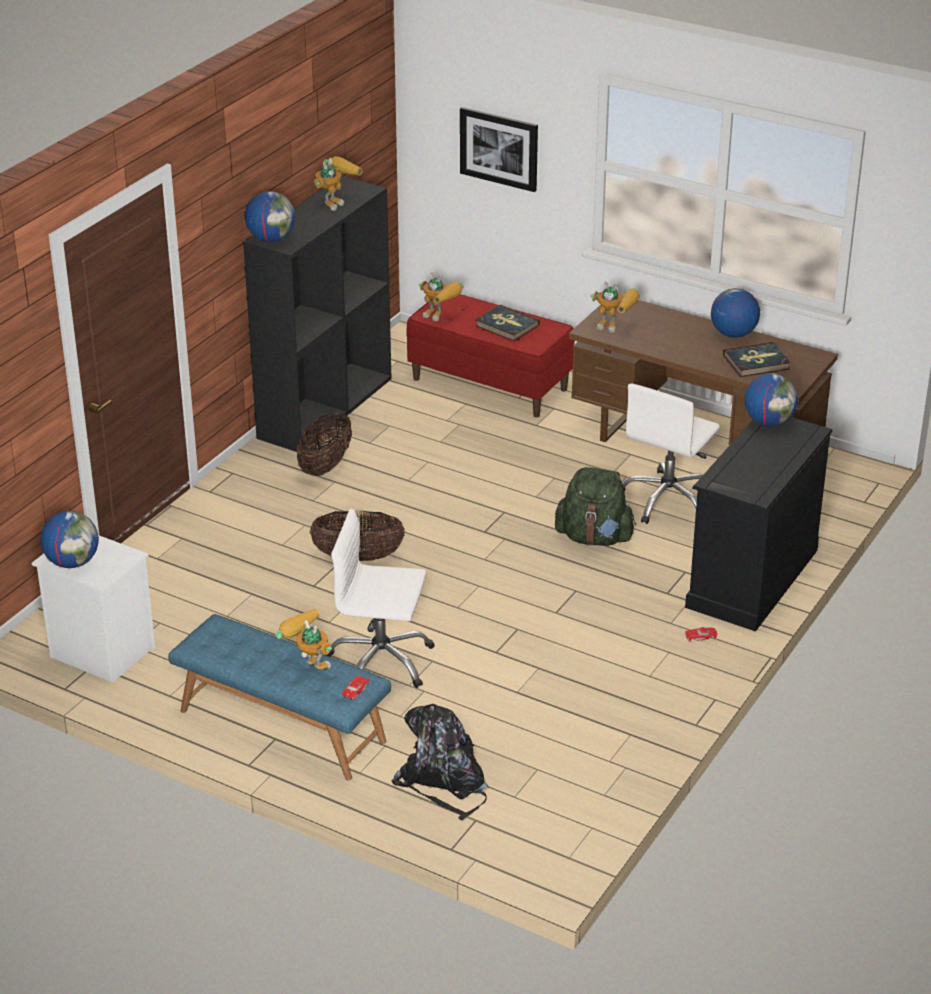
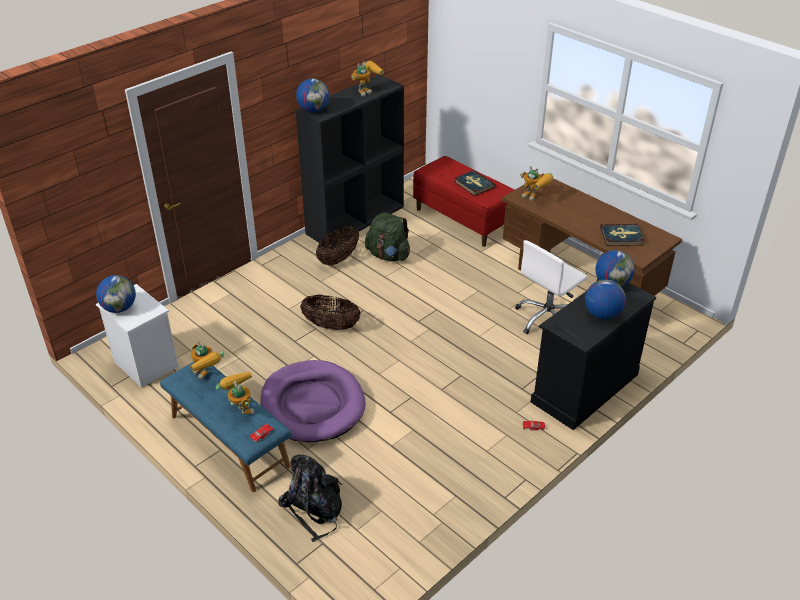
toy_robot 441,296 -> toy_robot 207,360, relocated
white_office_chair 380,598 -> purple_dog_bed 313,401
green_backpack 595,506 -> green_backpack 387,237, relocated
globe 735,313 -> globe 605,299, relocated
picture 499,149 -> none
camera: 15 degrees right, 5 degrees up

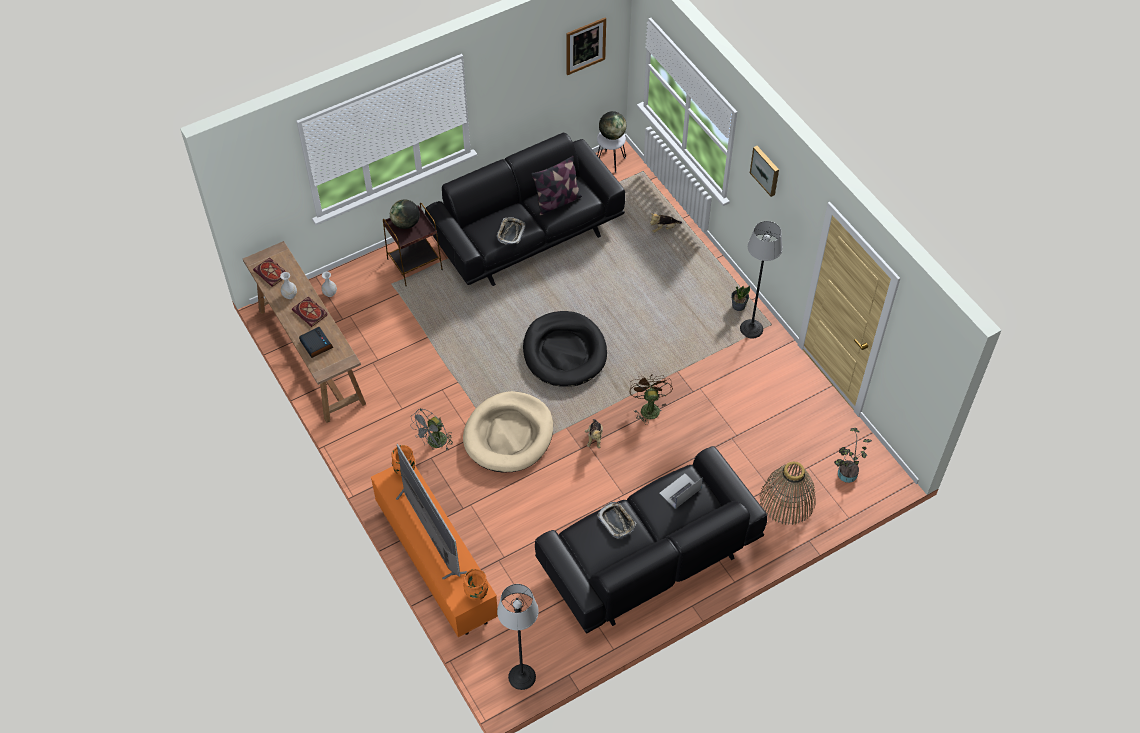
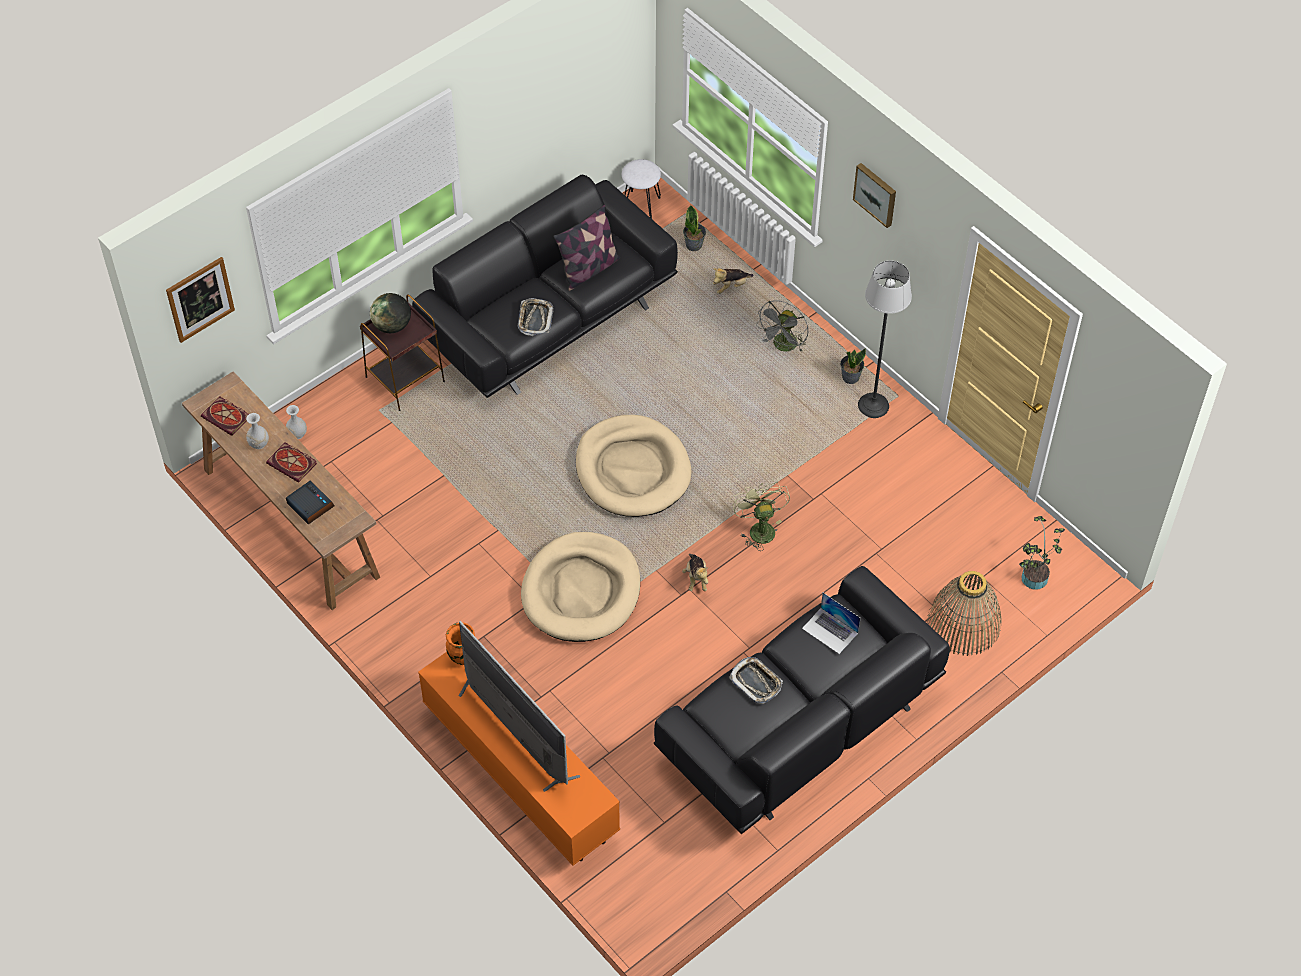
picture 586,46 -> picture 200,300, relocated
black_dog_bed 565,349 -> beige_dog_bed 633,466
none -> potted_plant 694,228
brown_fan 651,399 -> green_fan 761,516
grey_fan 431,429 -> grey_fan 782,326, relocated
laptop 681,491 -> laptop 831,623, 90 degrees counterclockwise
orange_vase 475,584 -> none
floor_lamp 518,637 -> none
globe 612,125 -> none
camera: 10 degrees left, 0 degrees up

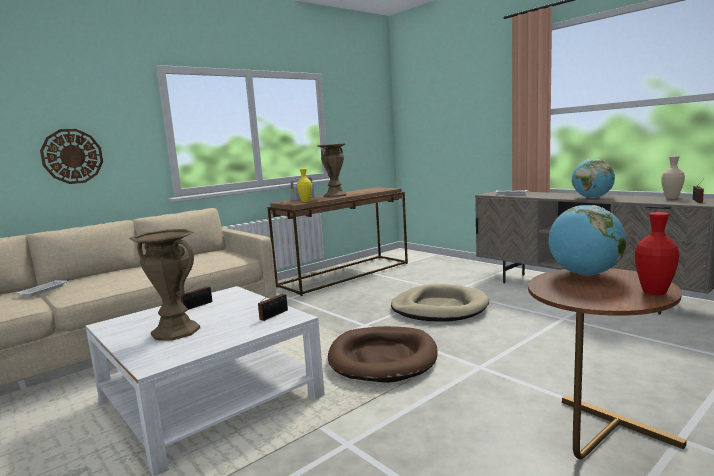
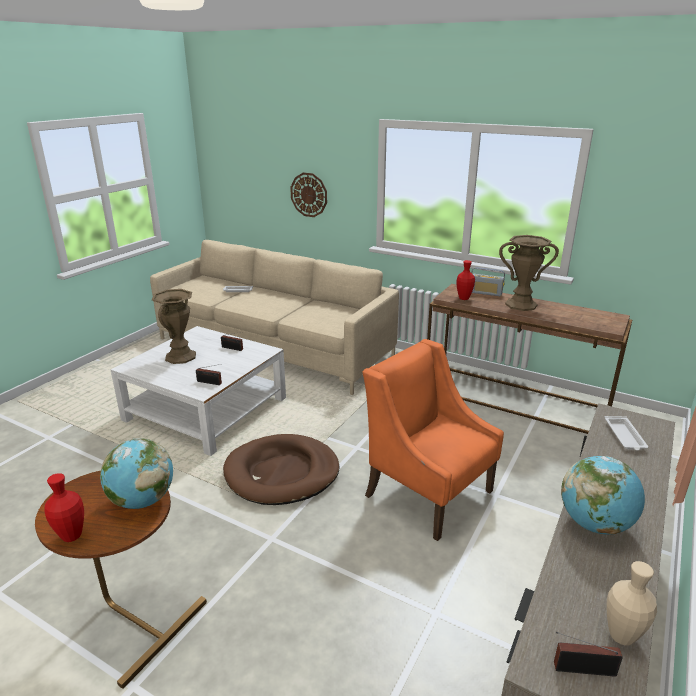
beige_dog_bed 440,302 -> orange_armchair 433,440
yellow_vase 304,185 -> red_vase 465,280
camera: 70 degrees right, 15 degrees up

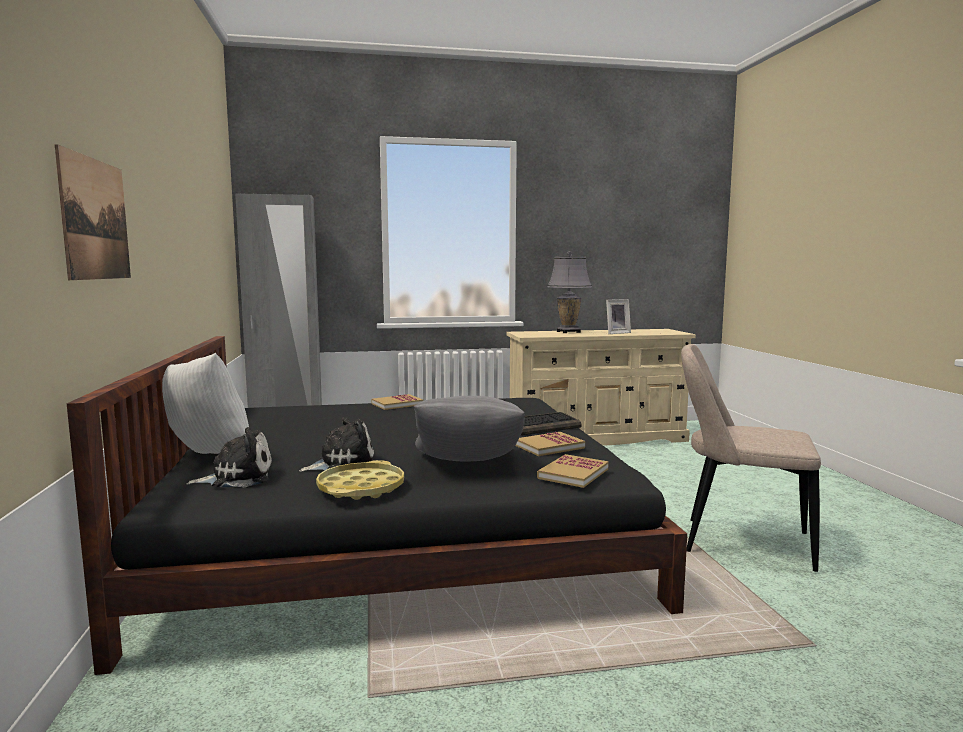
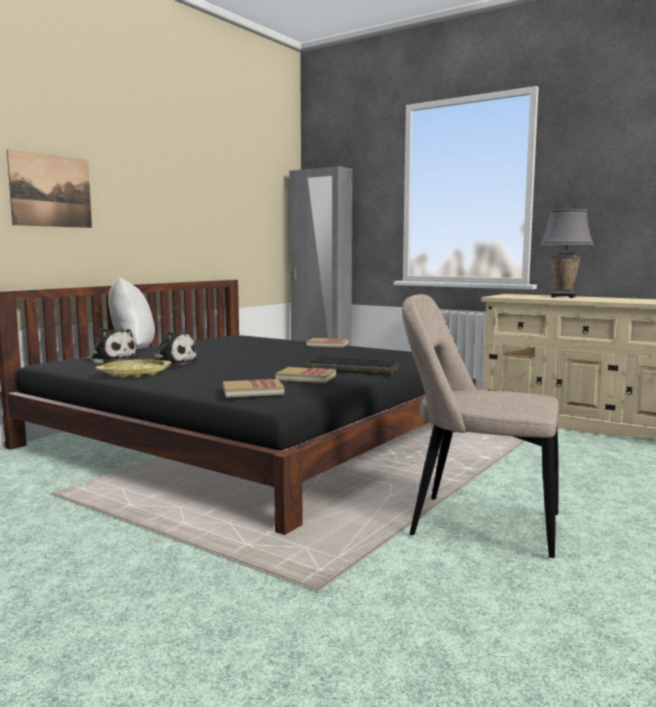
beige_chair 751,458 -> beige_chair 480,426, 45 degrees counterclockwise
grey_pillow 469,428 -> none
picture_frame 618,316 -> none
camera: 45 degrees right, 0 degrees up

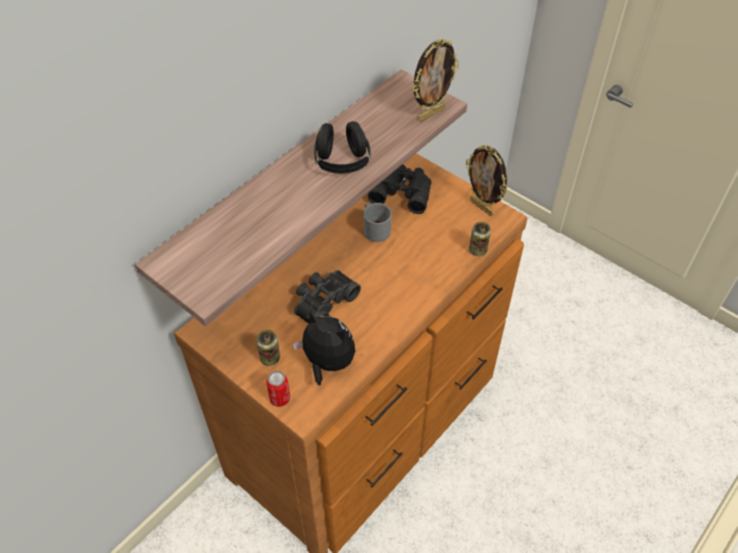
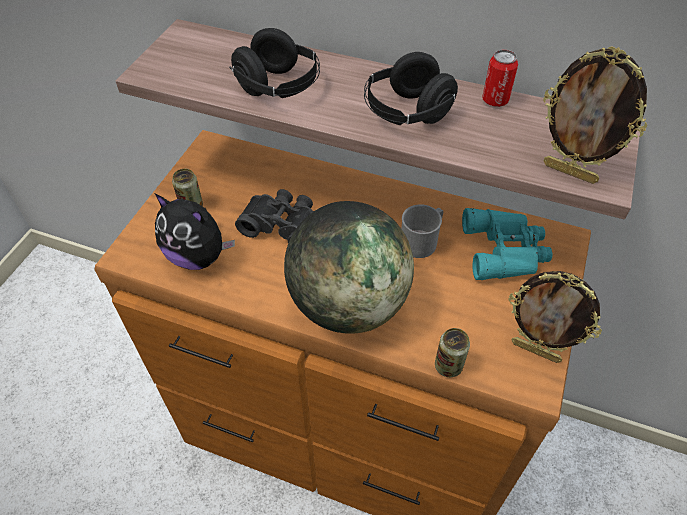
plush_toy 324,348 -> plush_toy 194,231, 105 degrees clockwise
none -> black_headphones 274,63
none -> globe 349,267
black_binoculars 399,189 -> turquoise_binoculars 507,244
can 278,389 -> can 500,78, relocated
picture_frame 486,180 -> picture_frame 555,317, 90 degrees counterclockwise
camera: 70 degrees right, 0 degrees up

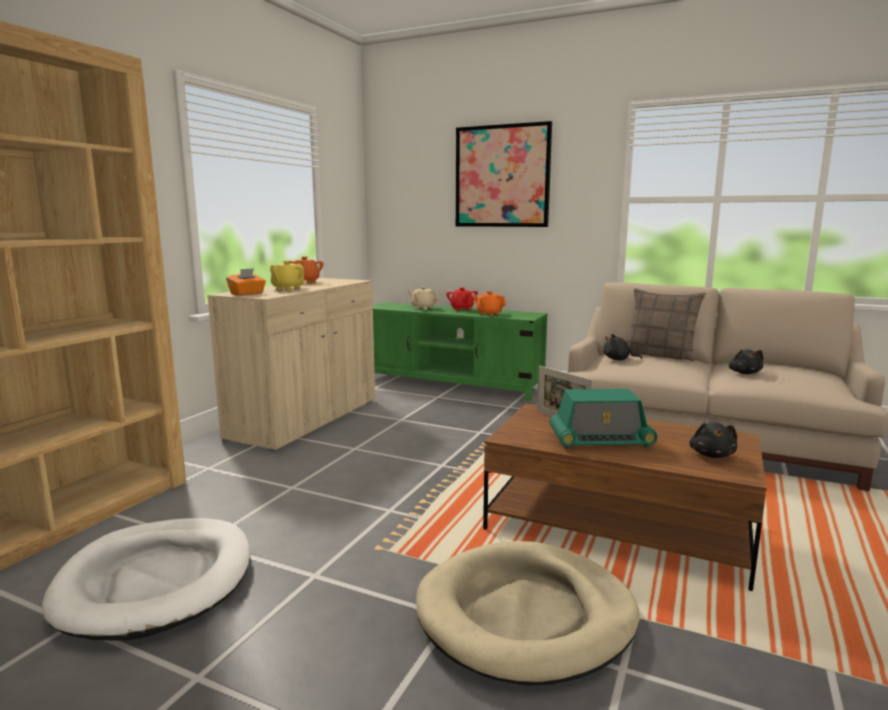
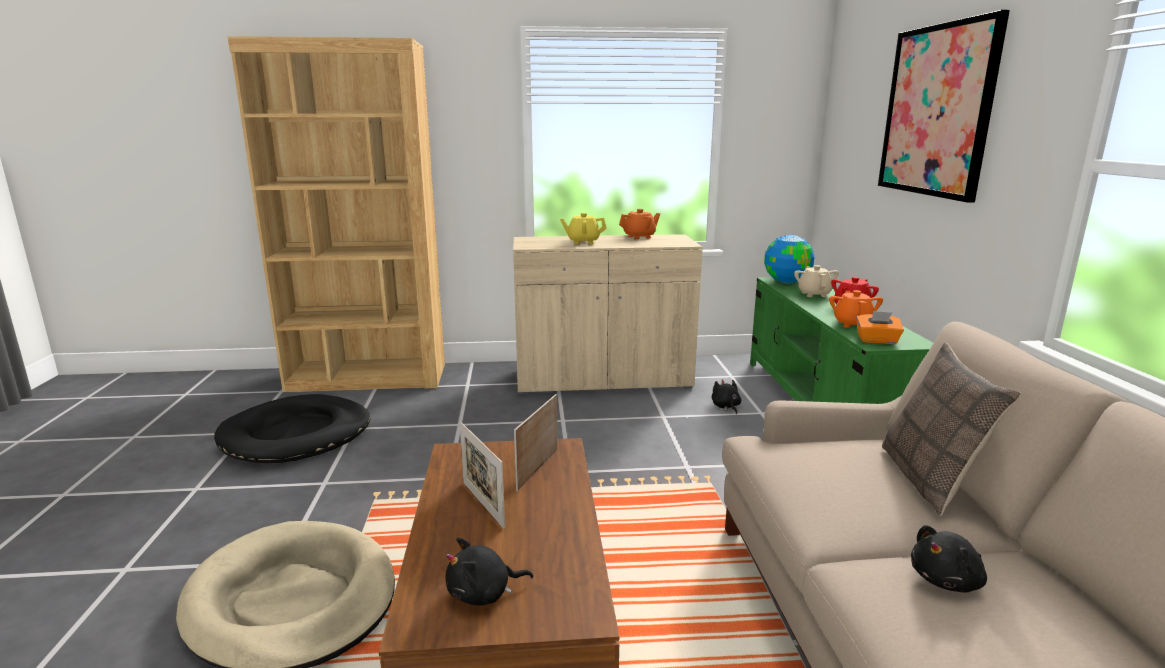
white_dog_bed 146,579 -> black_dog_bed 292,428
radio 603,418 -> picture_frame 482,475
black_plush_toy 622,347 -> black_plush_toy 726,397, relocated
none -> globe 789,259
orange_tissue_box 246,282 -> orange_tissue_box 880,327, relocated
camera: 60 degrees right, 5 degrees up

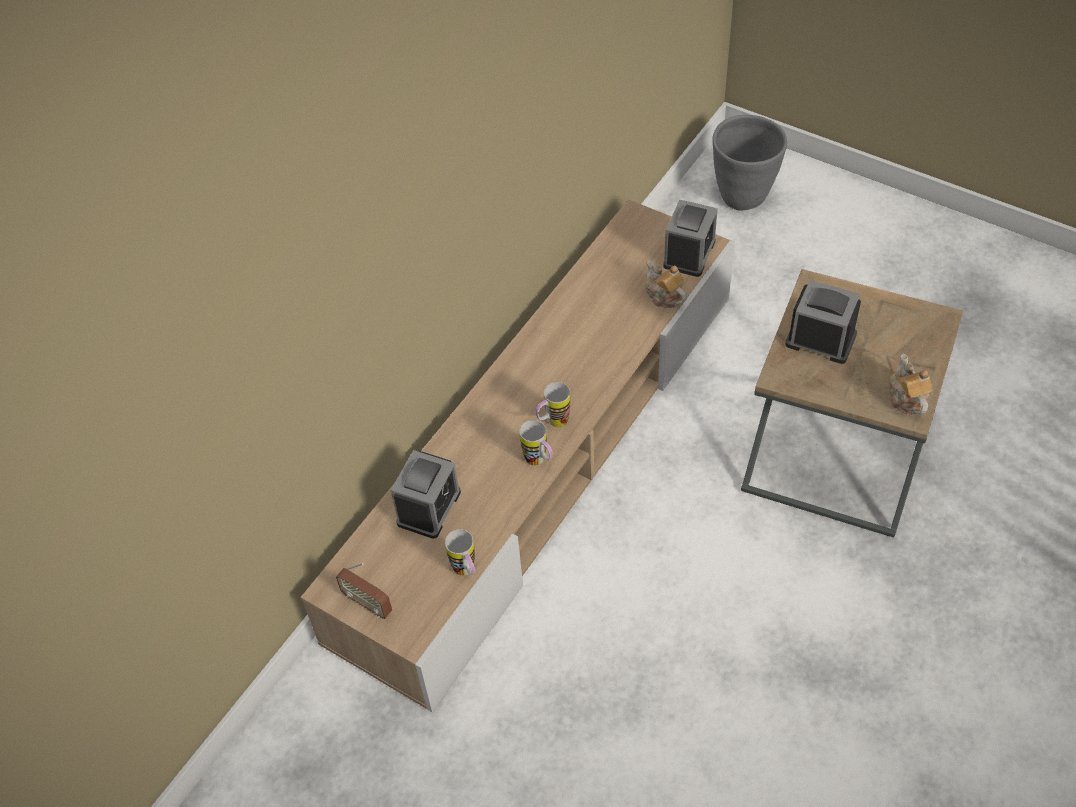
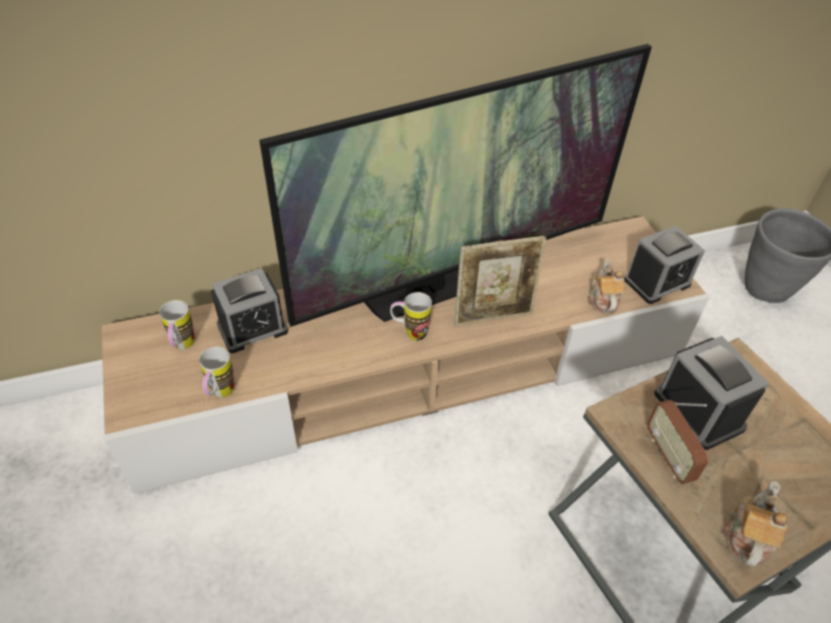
mug 536,443 -> mug 176,325, relocated
none -> television 455,185
none -> picture_frame 500,281
radio 364,591 -> radio 678,442, relocated
camera: 35 degrees right, 5 degrees down

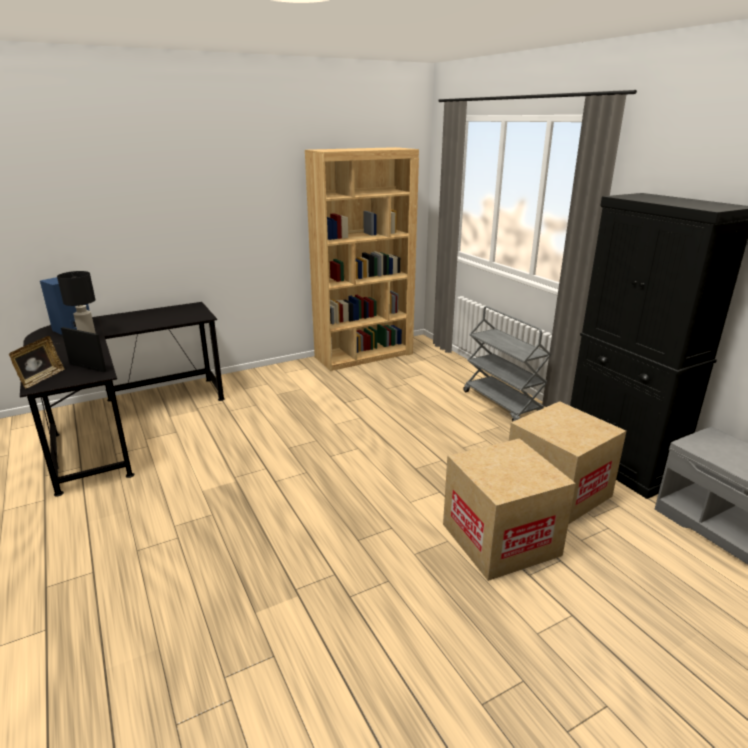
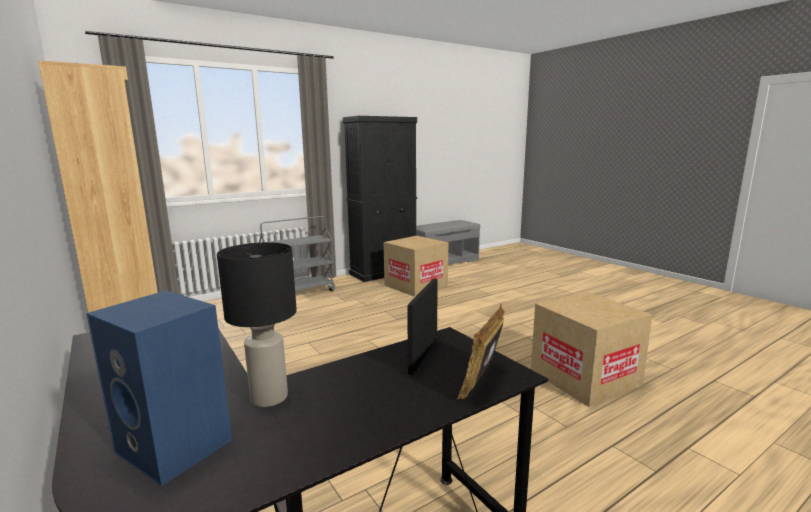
picture_frame 37,362 -> picture_frame 481,351, 75 degrees counterclockwise
cardboard_box 509,509 -> cardboard_box 591,349, relocated
camera: 95 degrees left, 10 degrees down

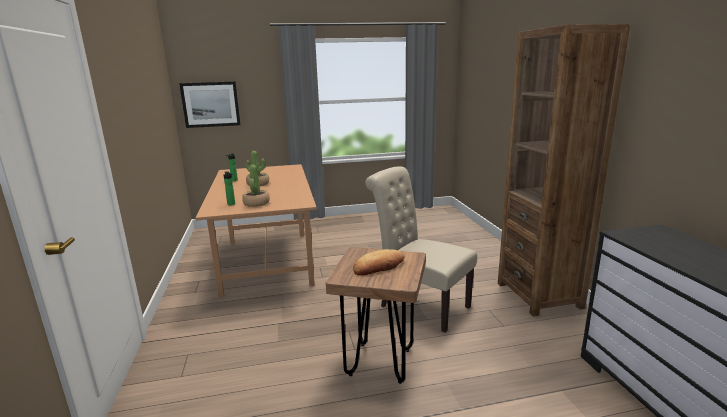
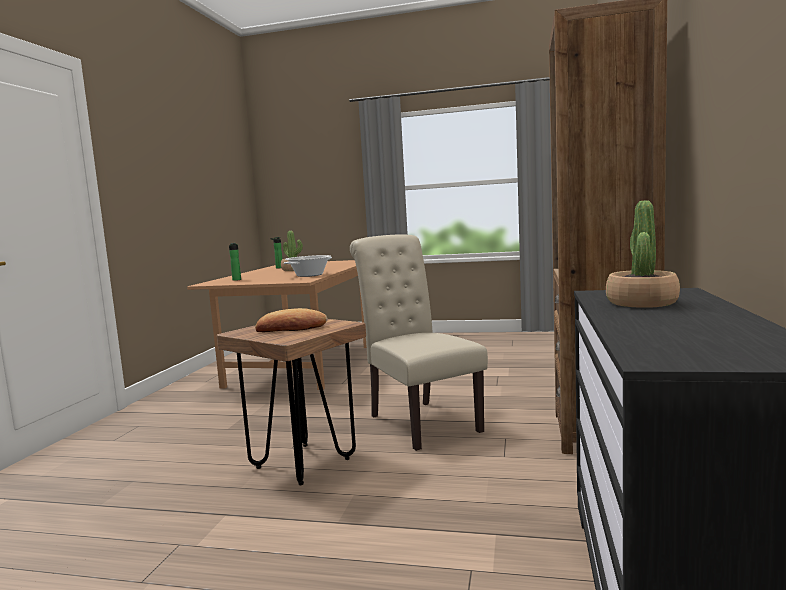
none -> cooking_pot 308,266
potted_plant 256,186 -> potted_plant 643,254, relocated
picture 210,104 -> none
camera: 25 degrees right, 10 degrees down

